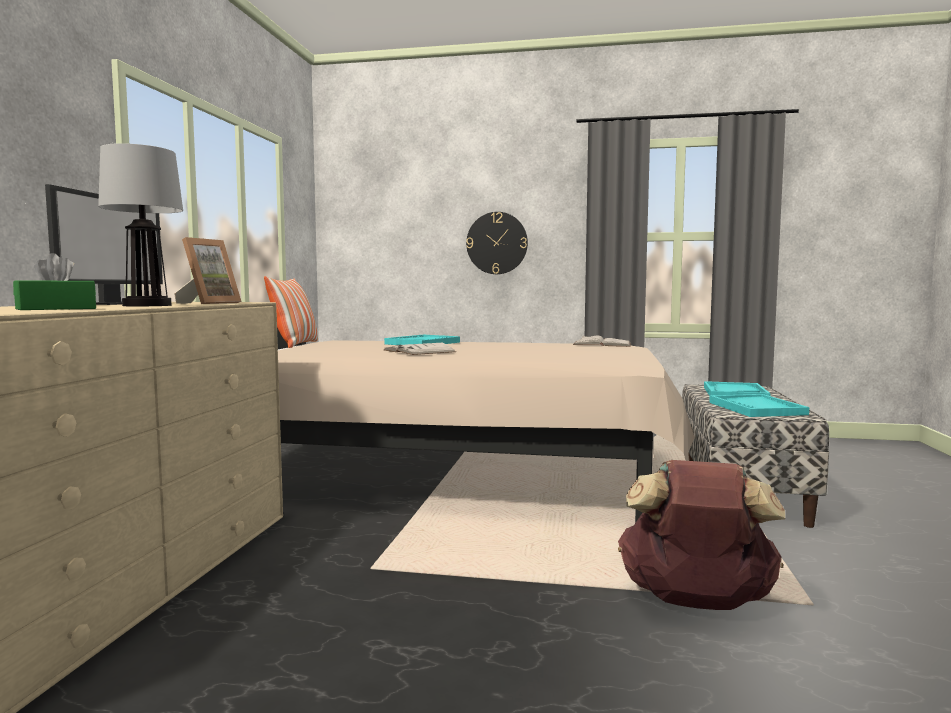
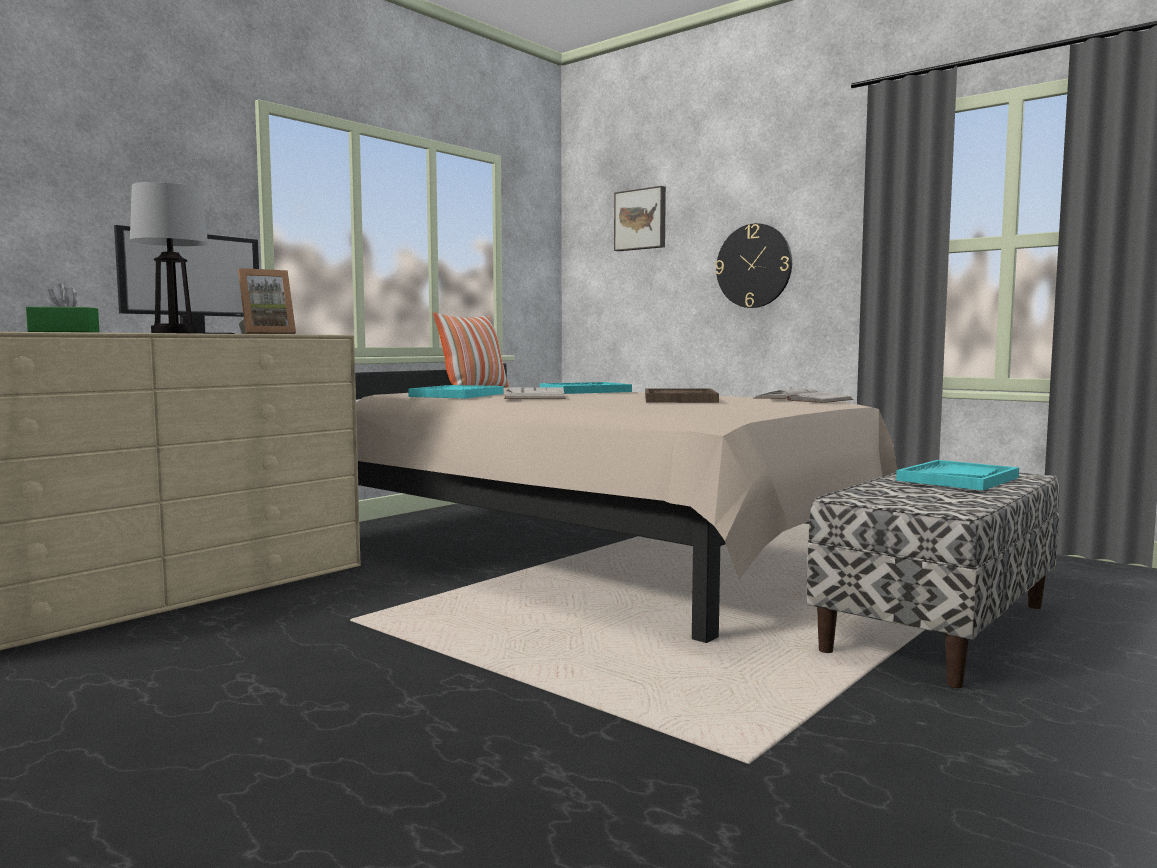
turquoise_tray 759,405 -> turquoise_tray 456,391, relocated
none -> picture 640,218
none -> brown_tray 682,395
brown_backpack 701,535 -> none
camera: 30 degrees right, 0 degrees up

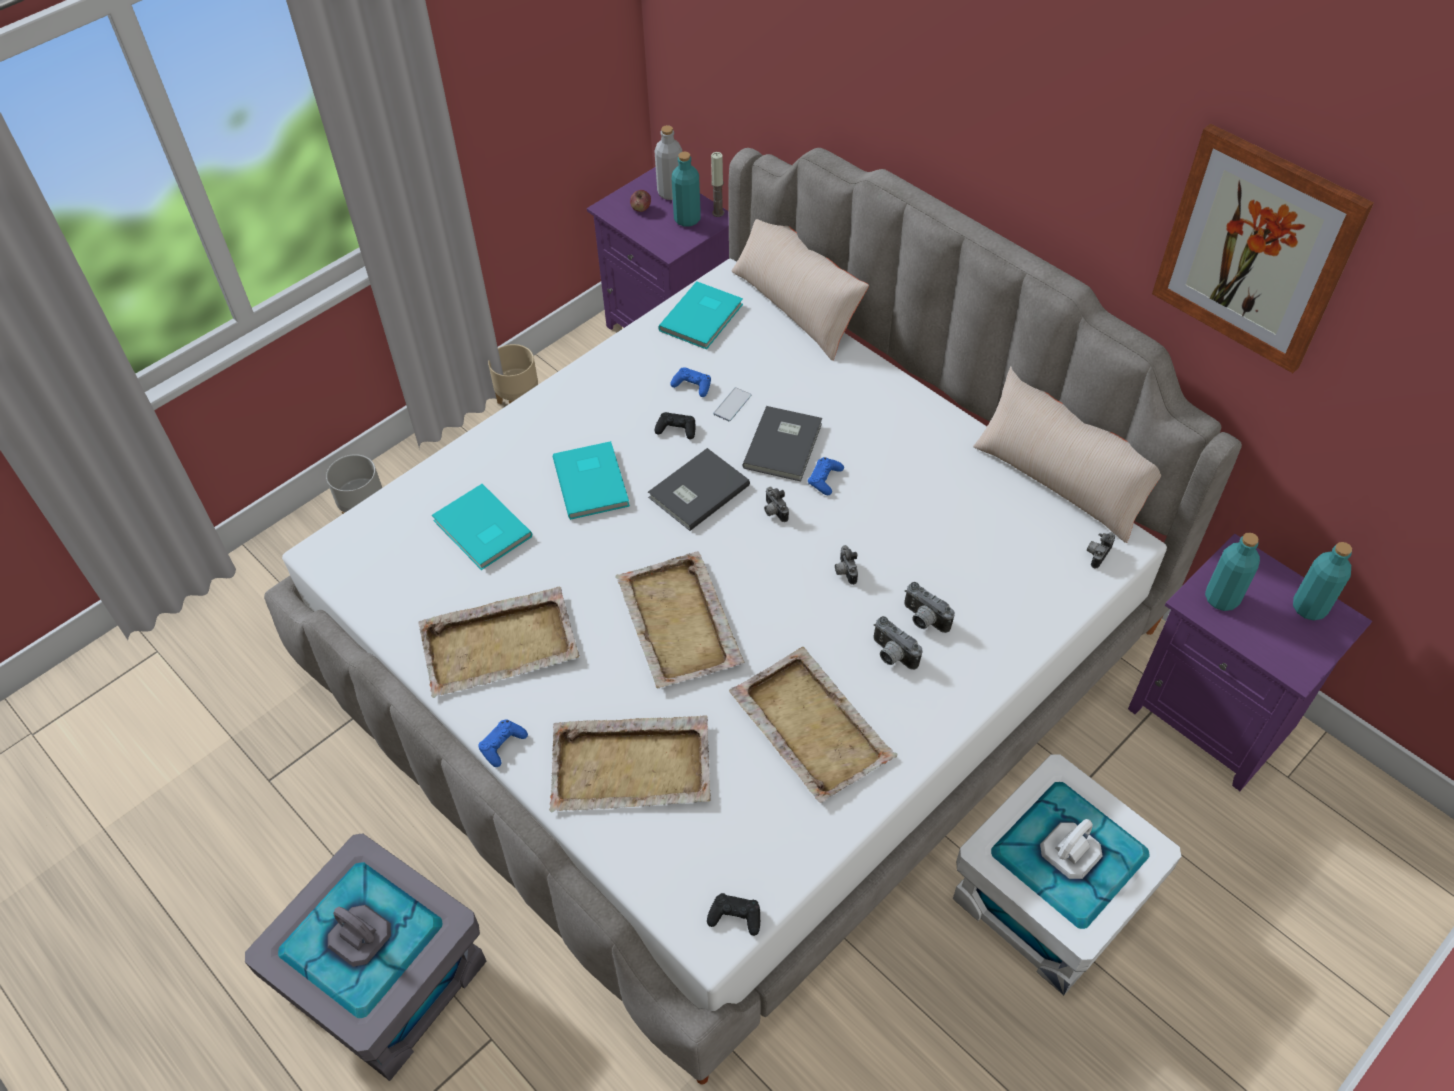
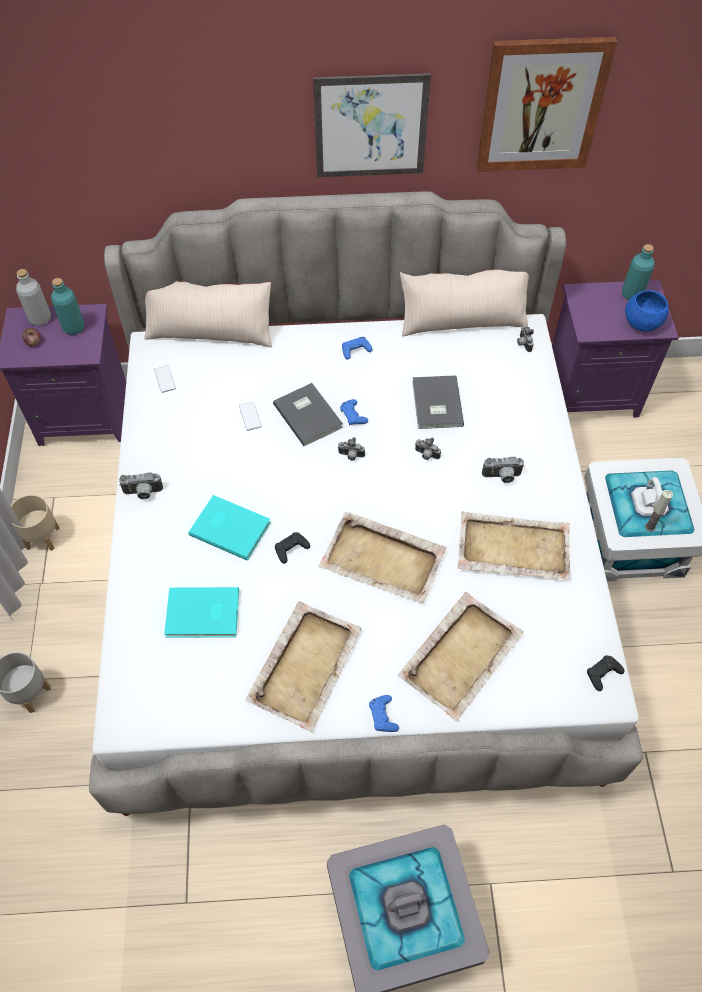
photo_camera 929,607 -> photo_camera 141,486, relocated
turquoise_book 700,315 -> phone 165,379
black_game_controller 674,426 -> black_game_controller 292,548, relocated
none -> picture 372,125
blue_game_controller 690,382 -> blue_game_controller 357,348, relocated
grey_book 699,489 -> grey_book 438,402, relocated
none -> blue_bowl 647,311
candle 717,184 -> candle 659,510, relocated
turquoise_bottle 1232,572 -> none
camera: 50 degrees left, 5 degrees up

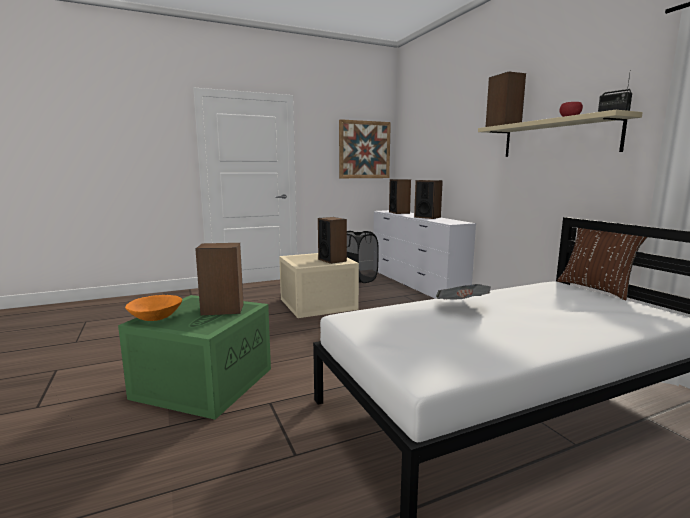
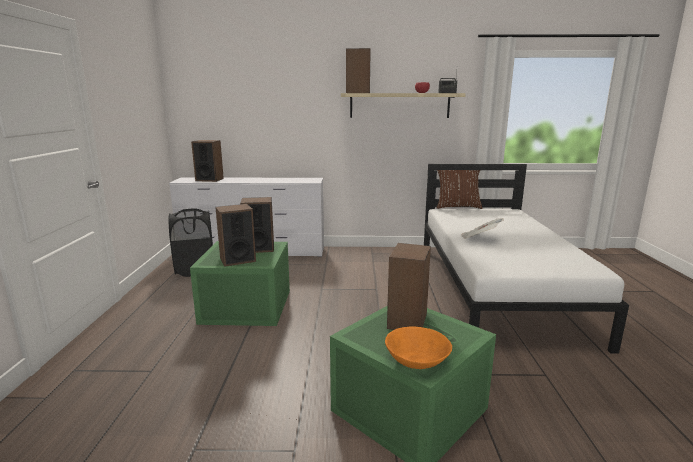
beige_storage_box 319,285 -> green_storage_box 240,283
speaker 428,199 -> speaker 235,235, relocated
picture 365,148 -> none
camera: 65 degrees left, 5 degrees up

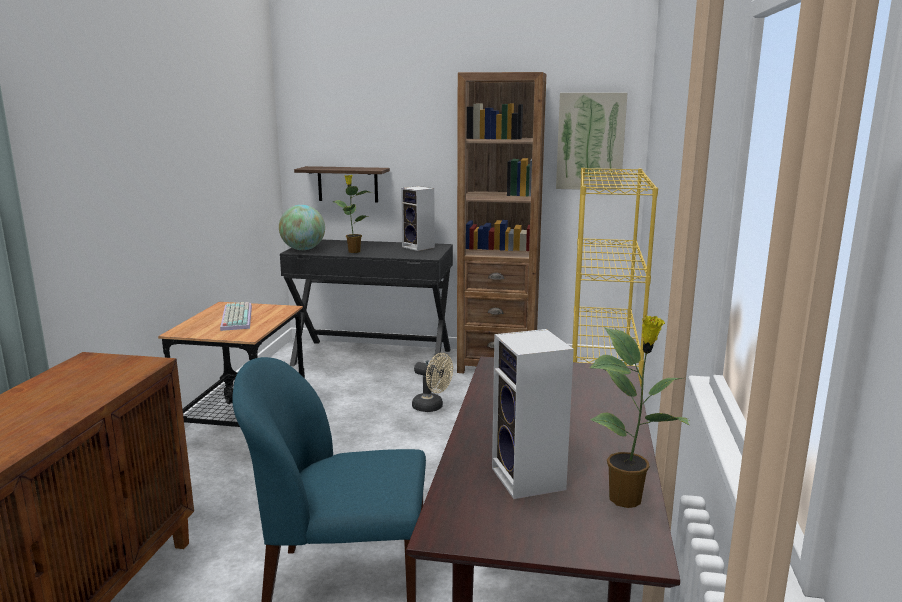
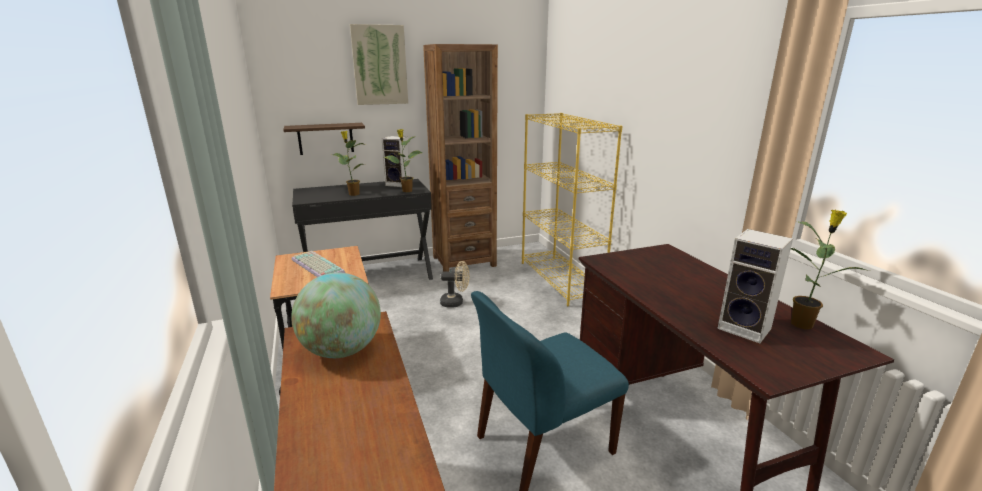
globe 302,227 -> globe 336,315, relocated
picture 591,141 -> picture 379,64, relocated
none -> potted_plant 403,160
camera: 30 degrees left, 5 degrees up

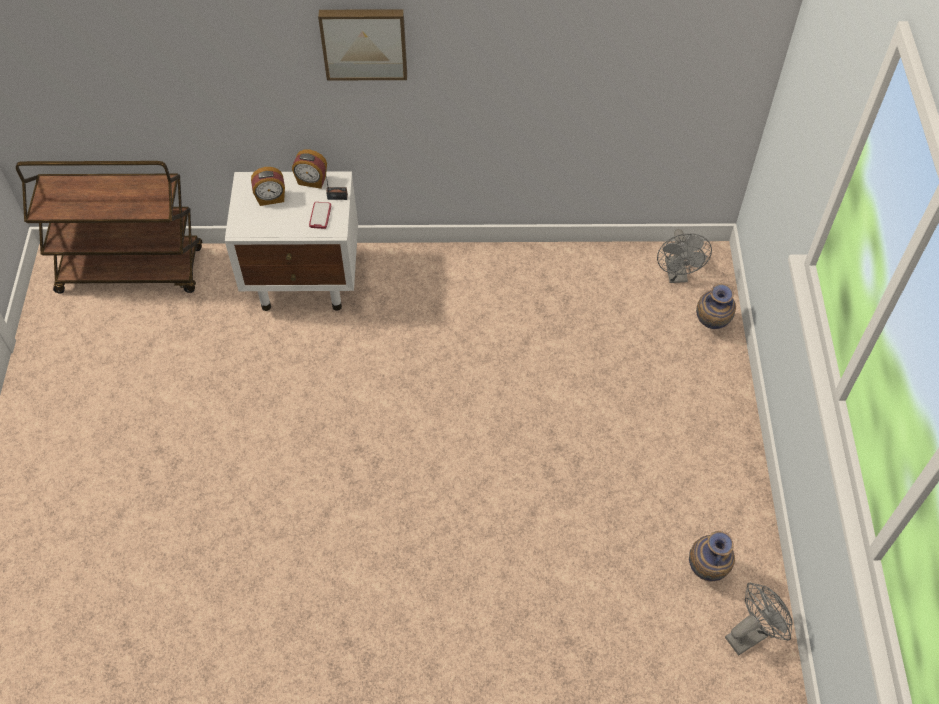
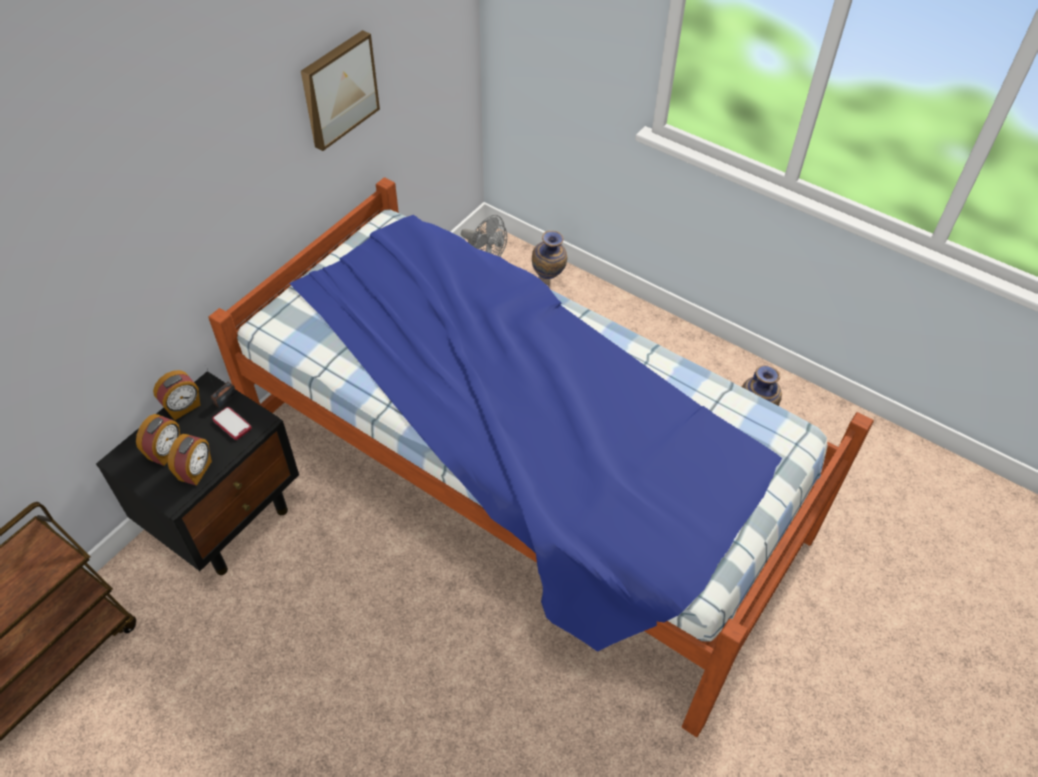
white_nightstand 291,241 -> black_nightstand 197,473
none -> alarm_clock 190,460
none -> bed 541,457
picture 362,45 -> picture 340,90, relocated
grey_fan 759,619 -> none
camera: 55 degrees left, 5 degrees down

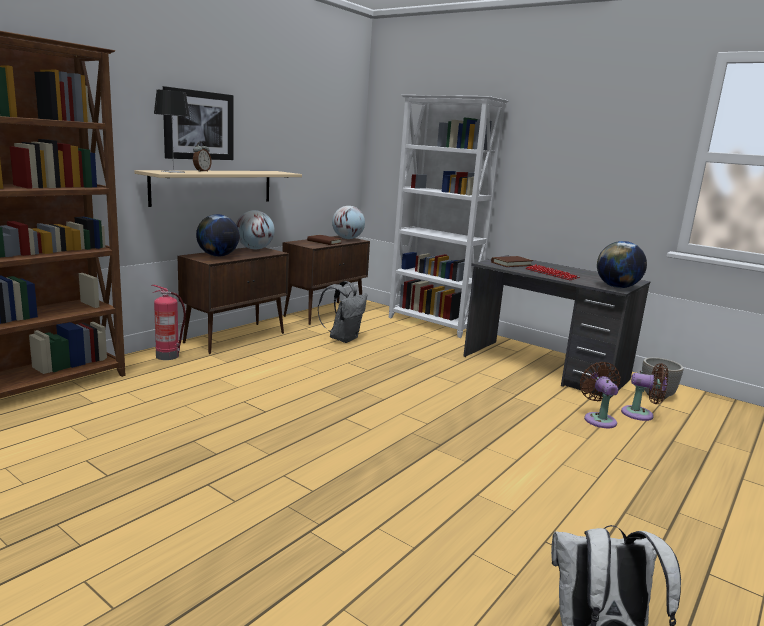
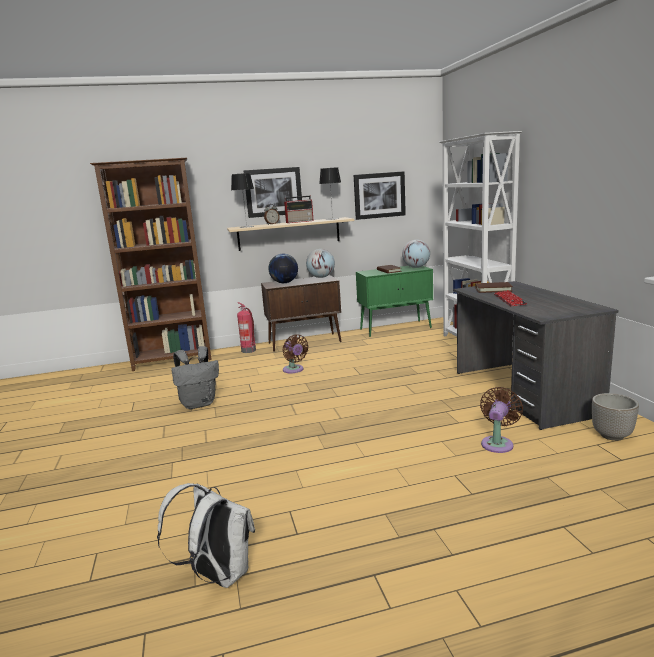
grey_backpack 342,312 -> grey_backpack 195,377, relocated
brown_fan 644,392 -> brown_fan 295,353, relocated
none -> radio 299,209
none -> table_lamp 330,193
none -> picture 380,195
brown_cabinet 326,280 -> green_cabinet 394,301
globe 622,264 -> none
camera: 40 degrees right, 0 degrees up

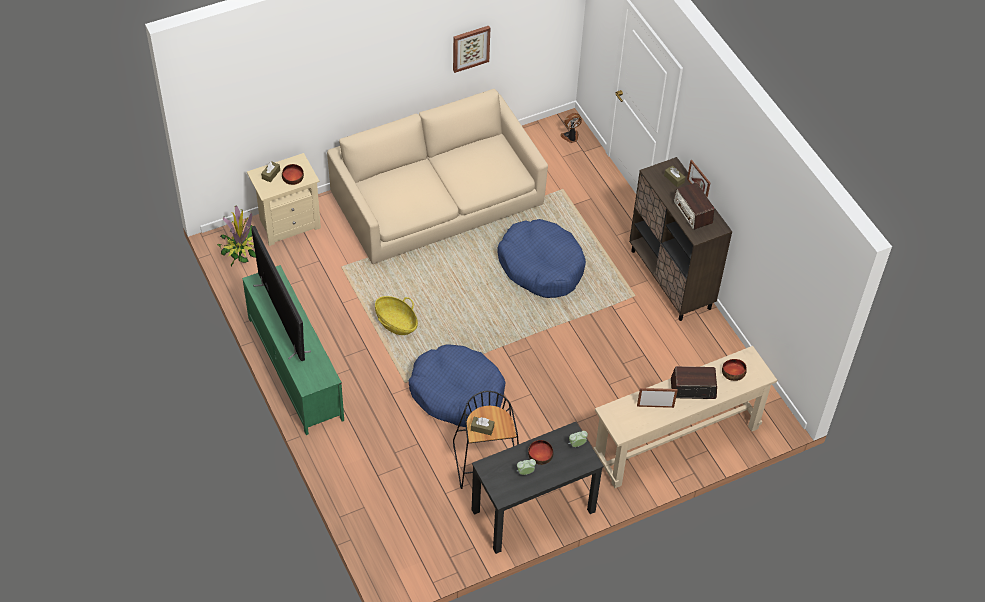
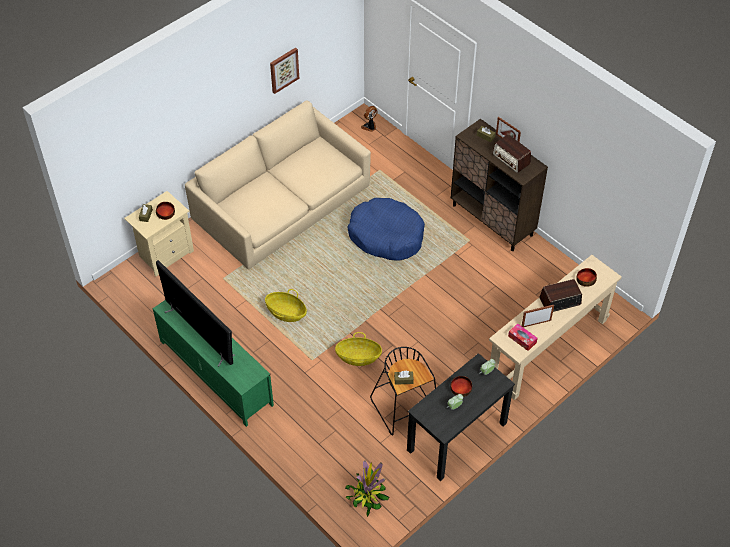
blue_dog_bed 457,385 -> basket 358,349
potted_plant 236,236 -> potted_plant 367,488, relocated
none -> tissue_box 523,337
camera: 15 degrees left, 0 degrees up

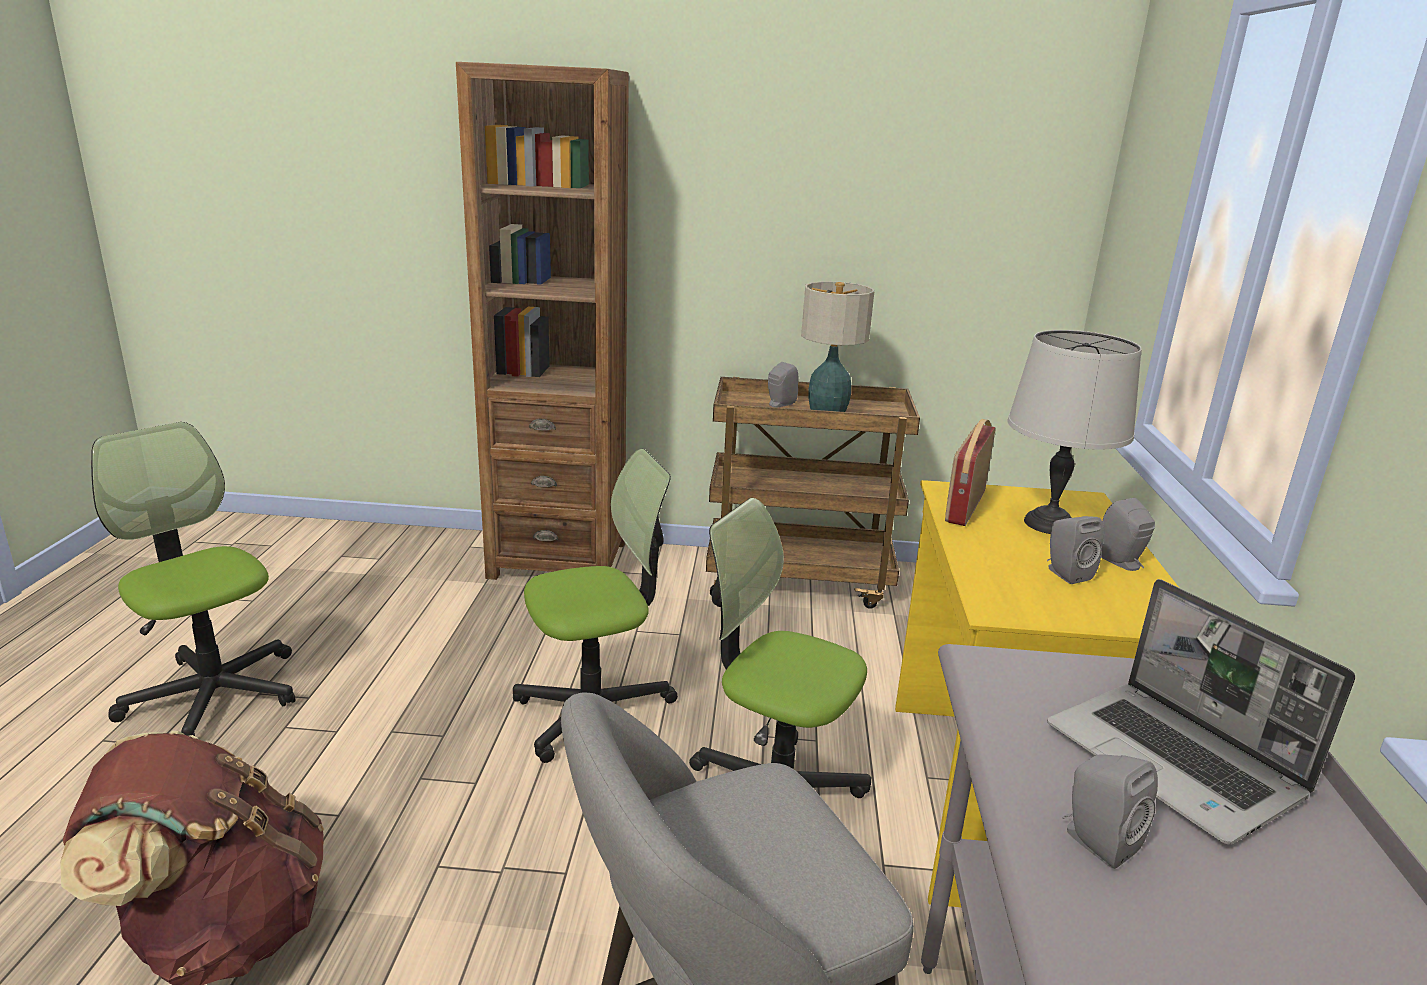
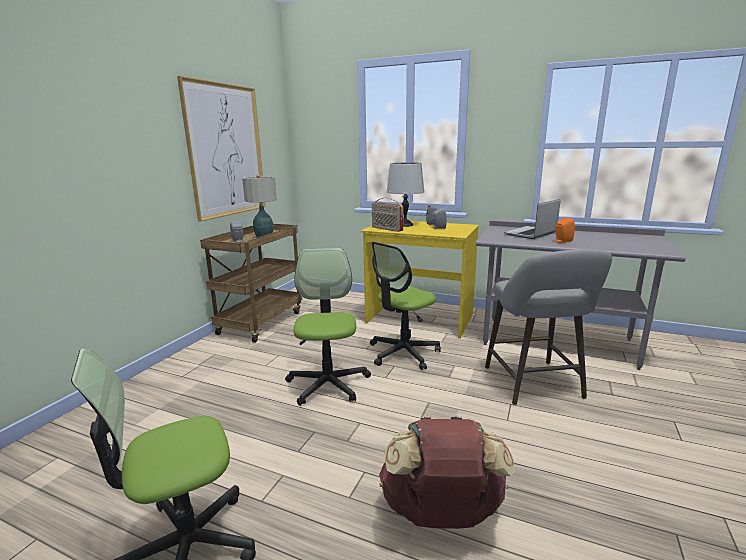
none -> picture 221,149
laptop 1201,712 -> laptop 532,219, 150 degrees clockwise
grey_speaker 1110,811 -> orange_speaker 565,230
brown_bookcase 542,321 -> none
camera: 70 degrees left, 5 degrees down

